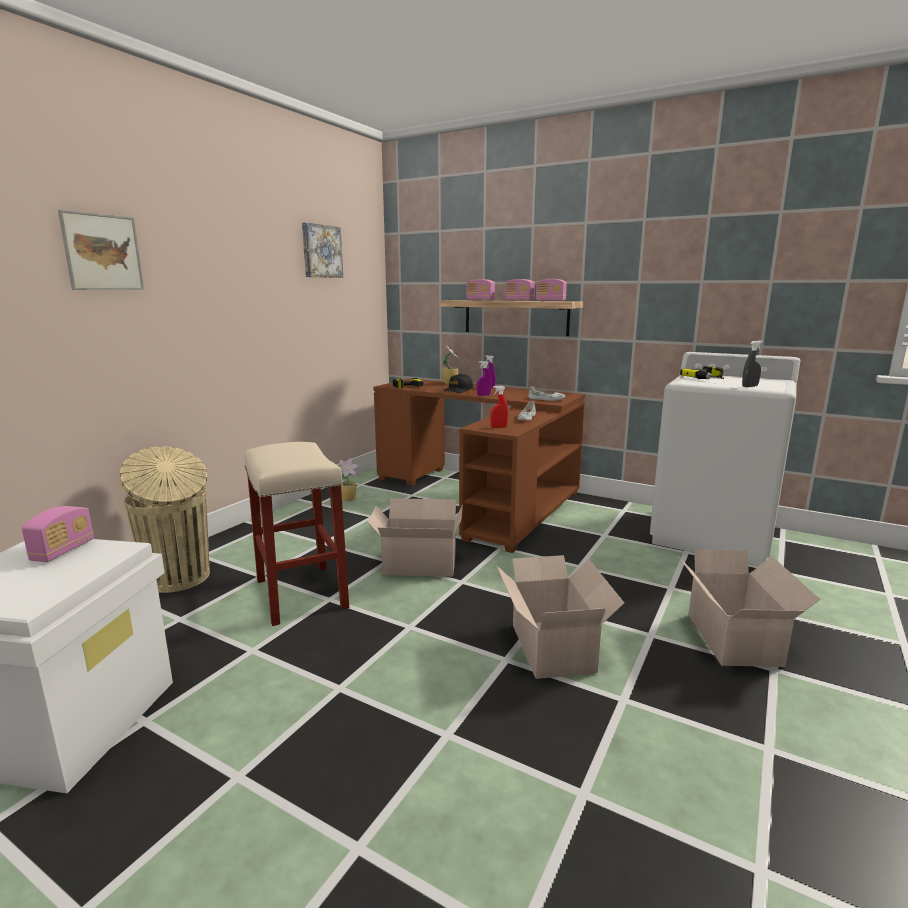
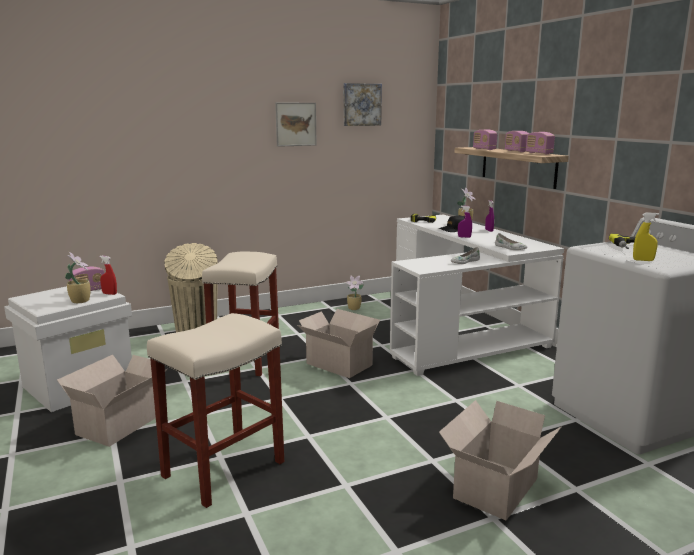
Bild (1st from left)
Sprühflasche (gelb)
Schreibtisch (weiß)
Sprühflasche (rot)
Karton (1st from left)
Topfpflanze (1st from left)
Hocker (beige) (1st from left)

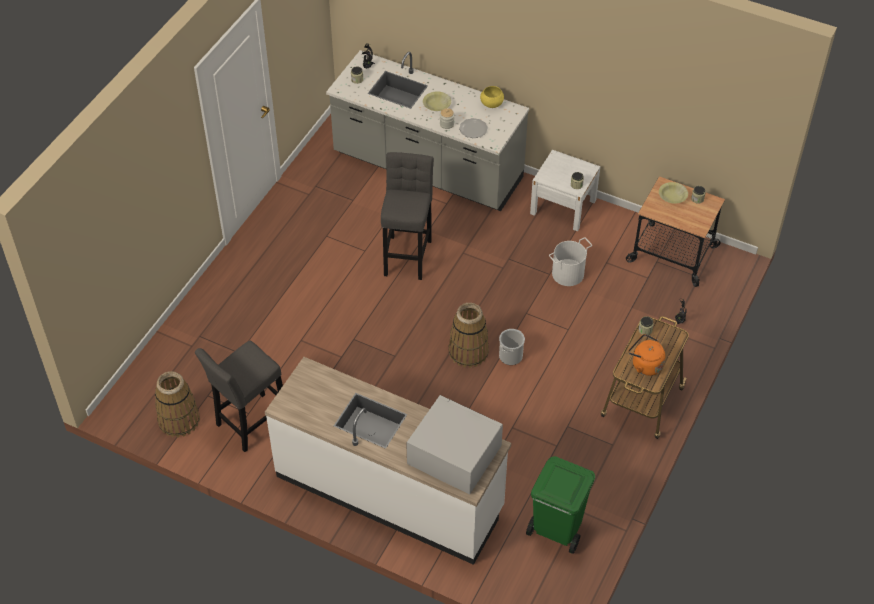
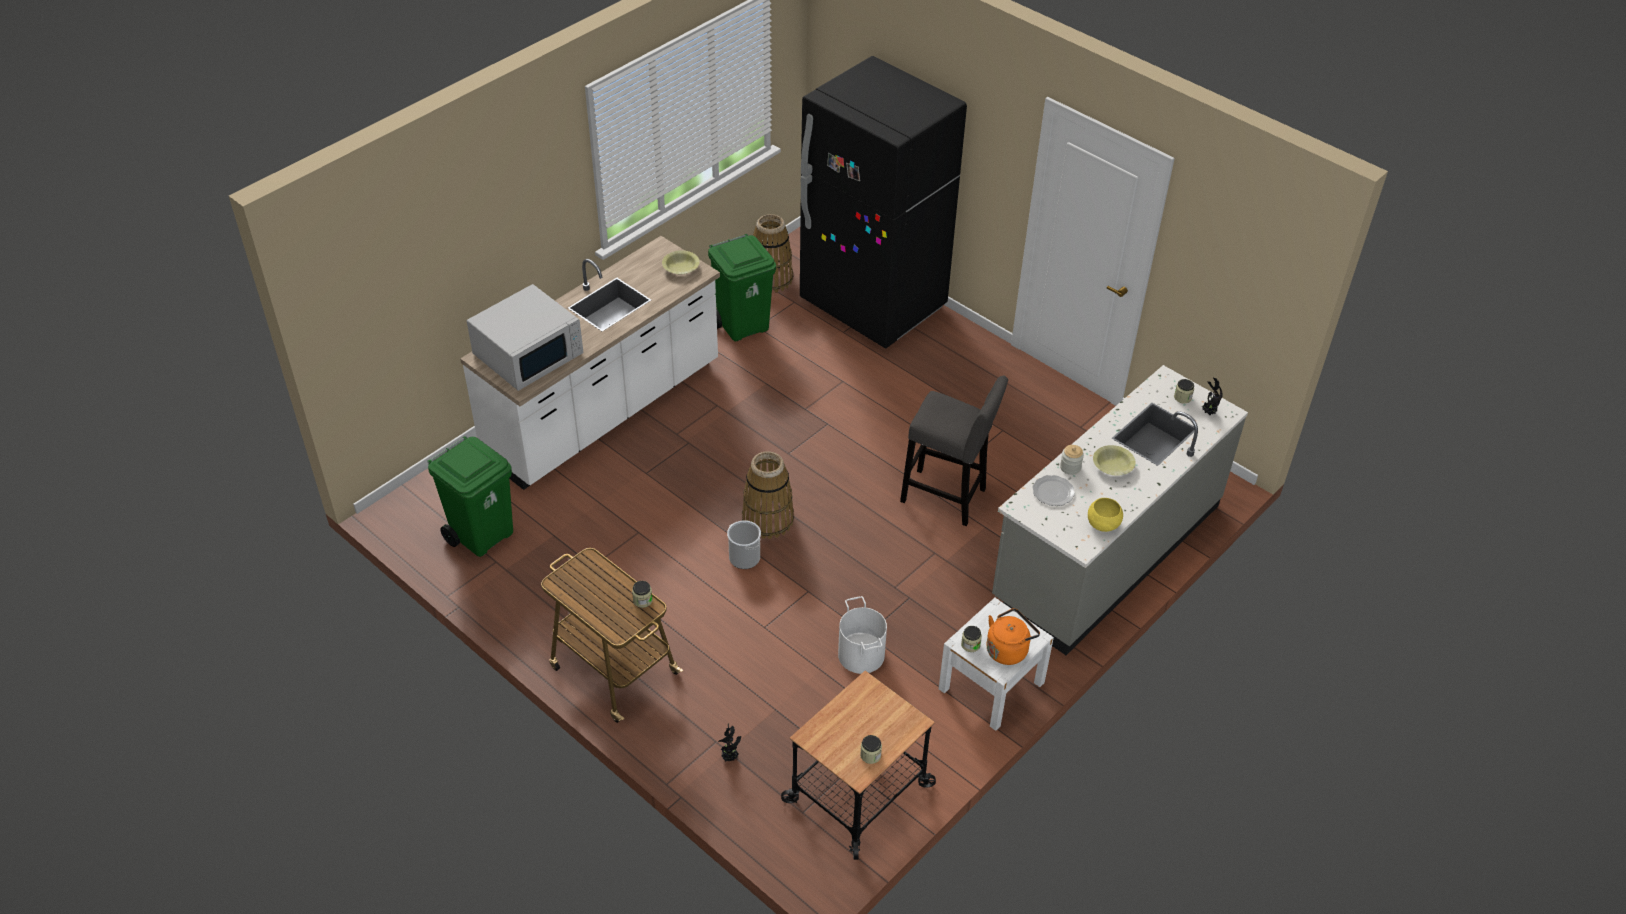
Schüssel (gelb) (1st from left)
Wasserkessel (orange)
Mülleimer (grün) (2nd from left)
Kühlschrank (schwarz)

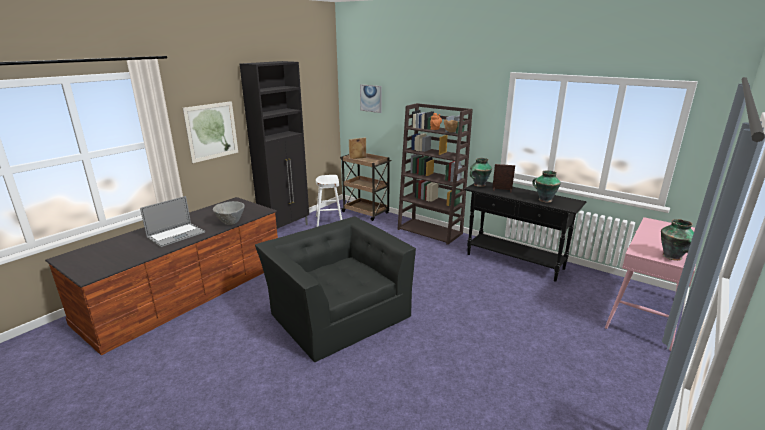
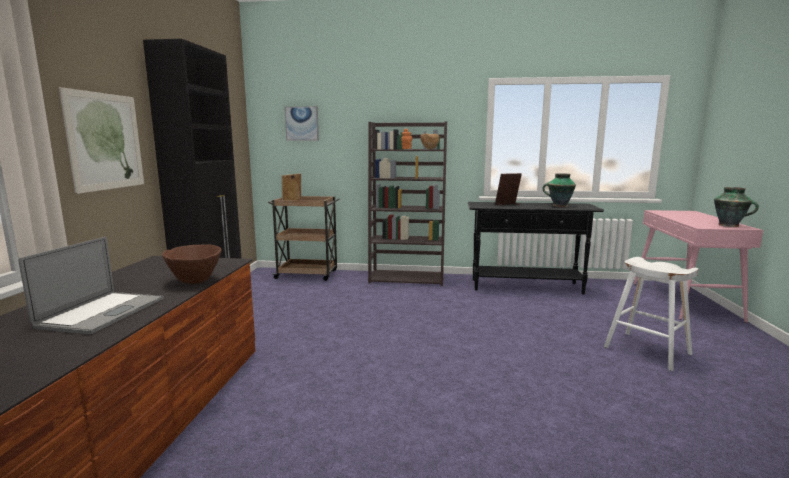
Vase (1st from left in the first image)
Hocker (weiß)
Schüssel (braun) (1st from left)
Sessel (schwarz)

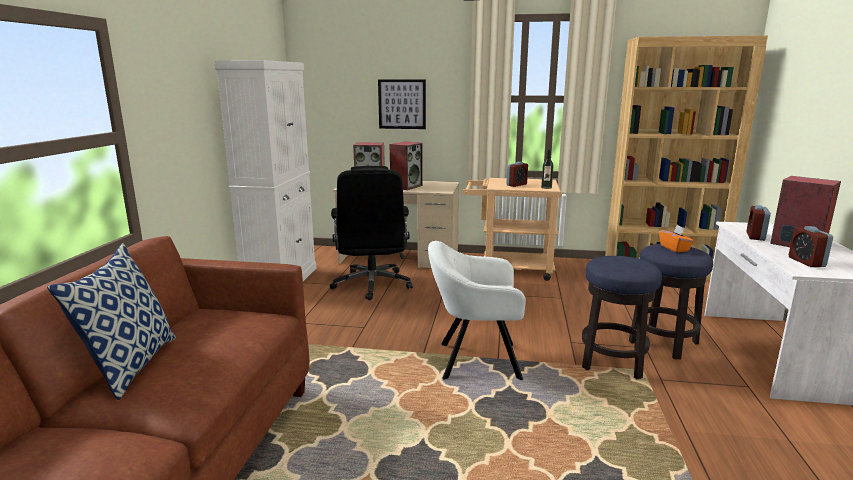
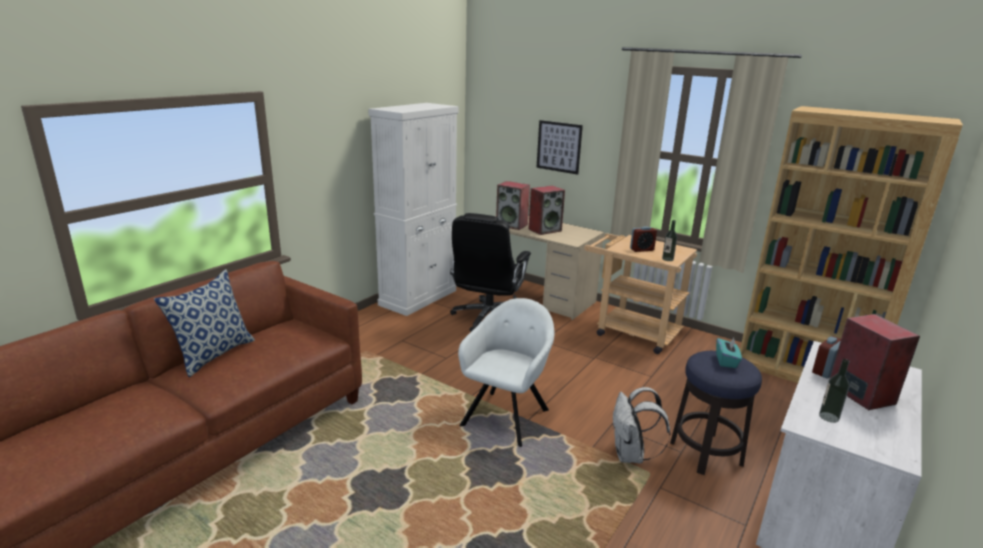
Taschentuchbox (türkis)
Flasche (2nd from left)
Sessel (weiß)
Rucksack (weiß)

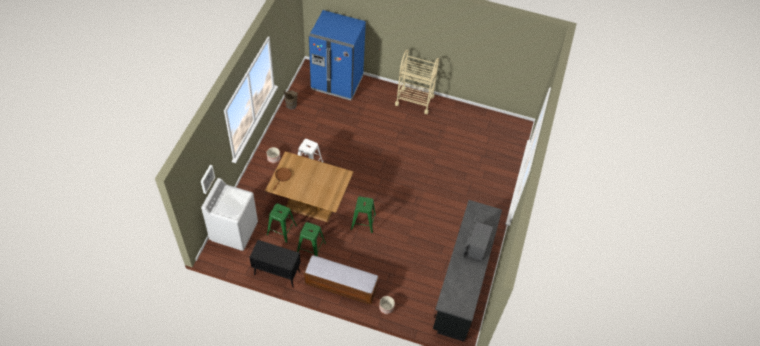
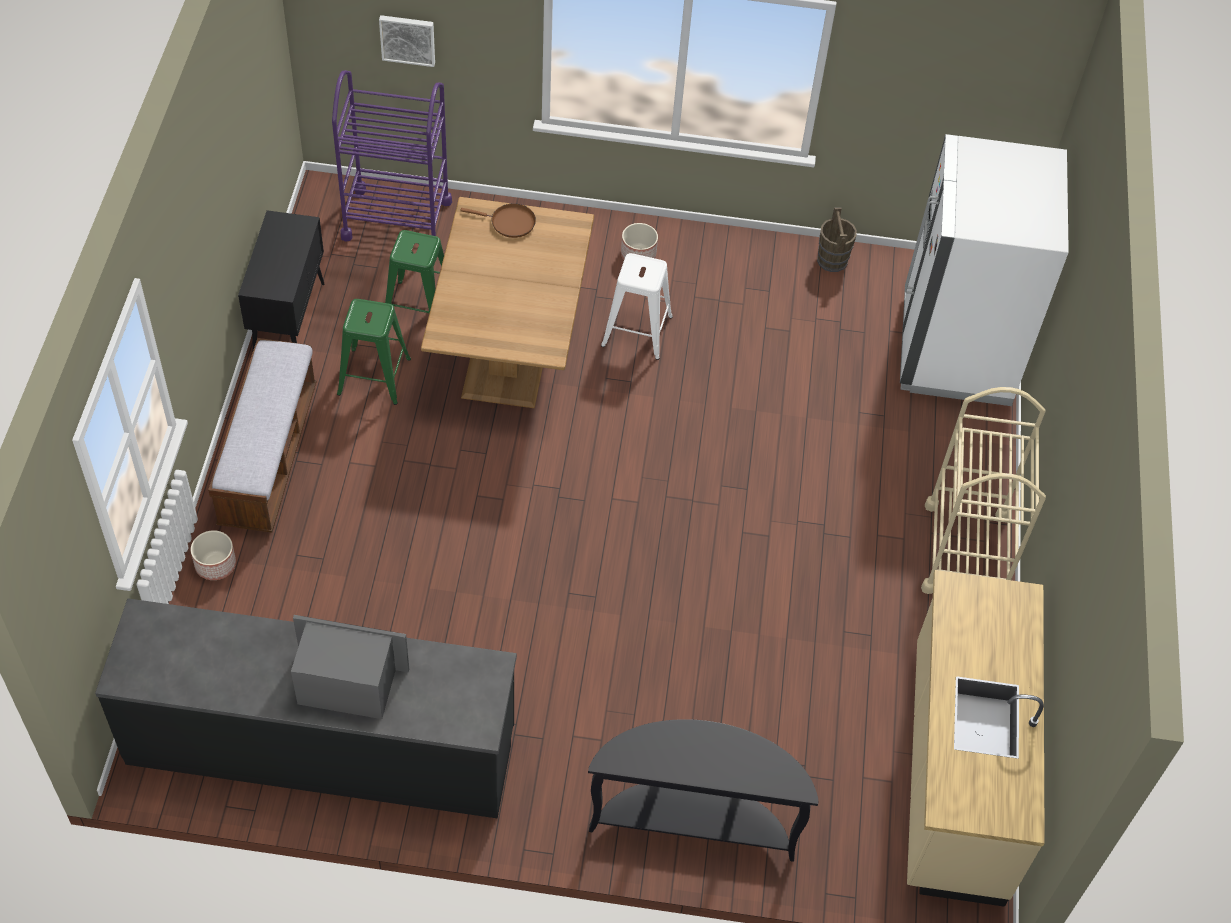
Kühlschrank (weiß)
Rollwagen (lila)
Hocker (grün) (3rd from left in the first image)
Küchenzeile (beige)
Konsolentisch (schwarz)

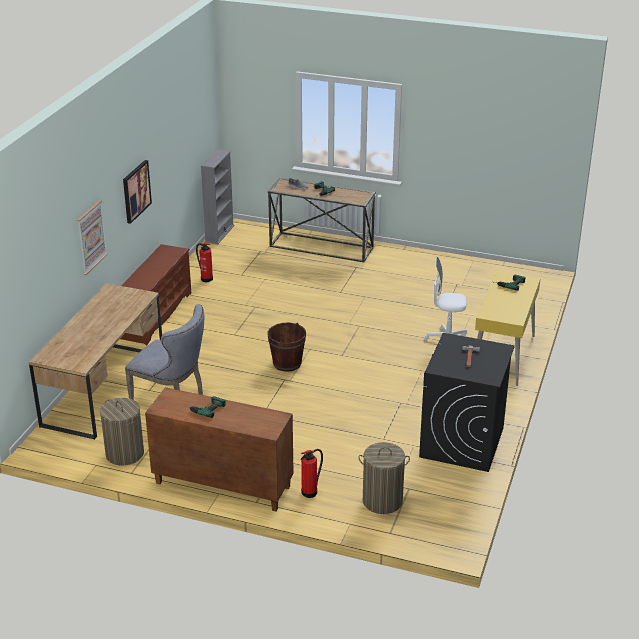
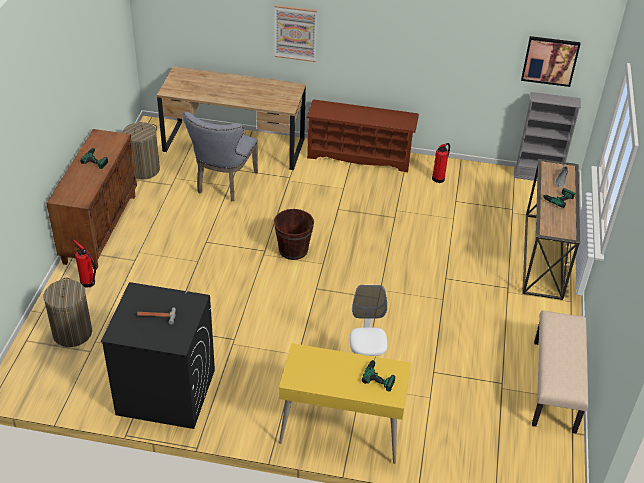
Bild (2nd from left)
Bank (beige)

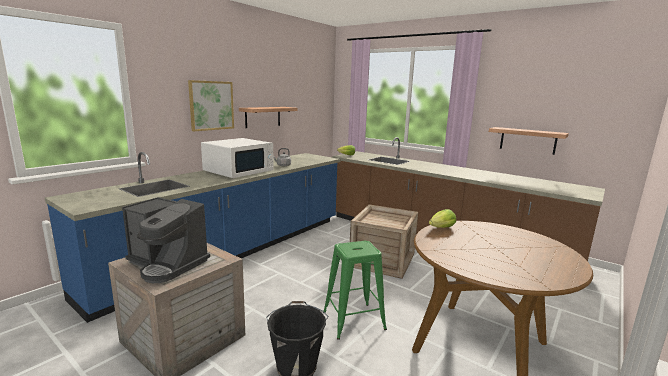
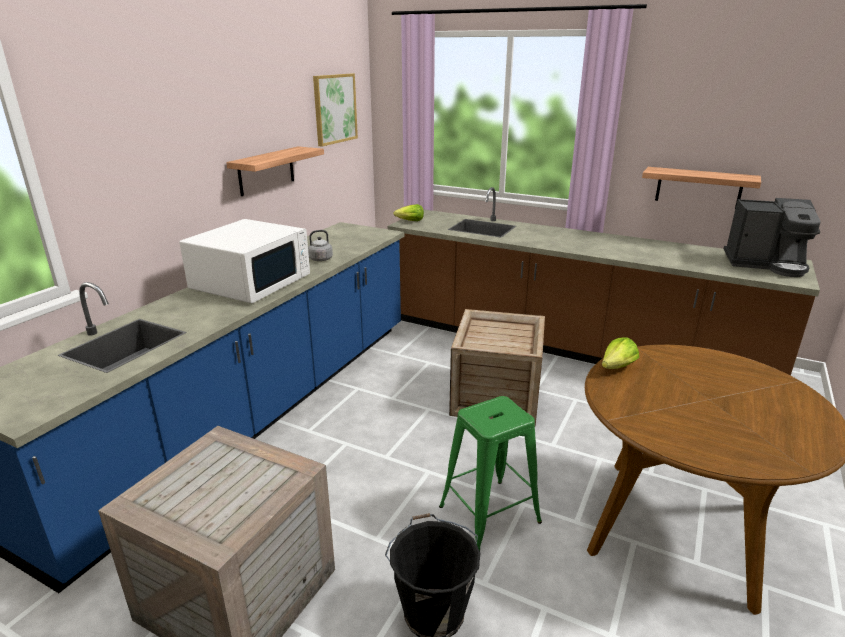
Bild
Kaffeemaschine

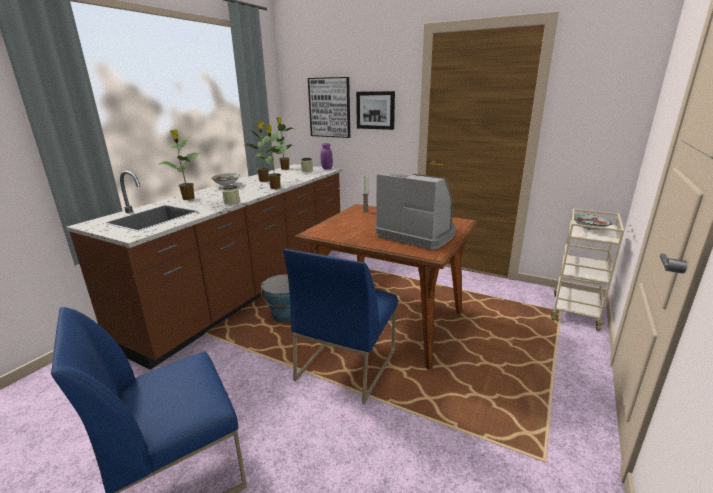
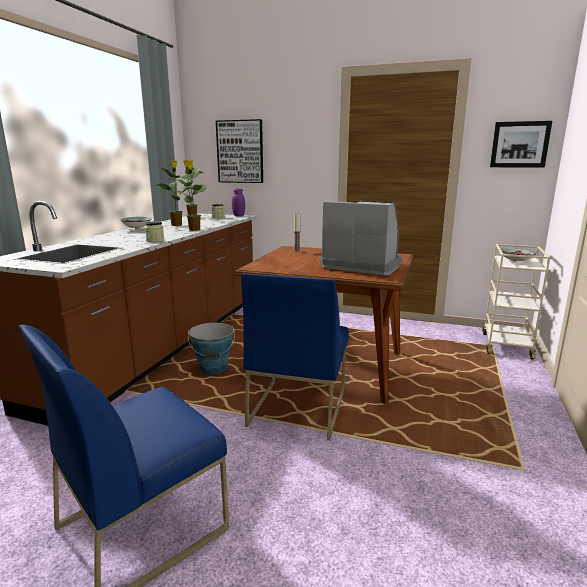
Bild (2nd from left)
Topfpflanze (1st from left in the first image)

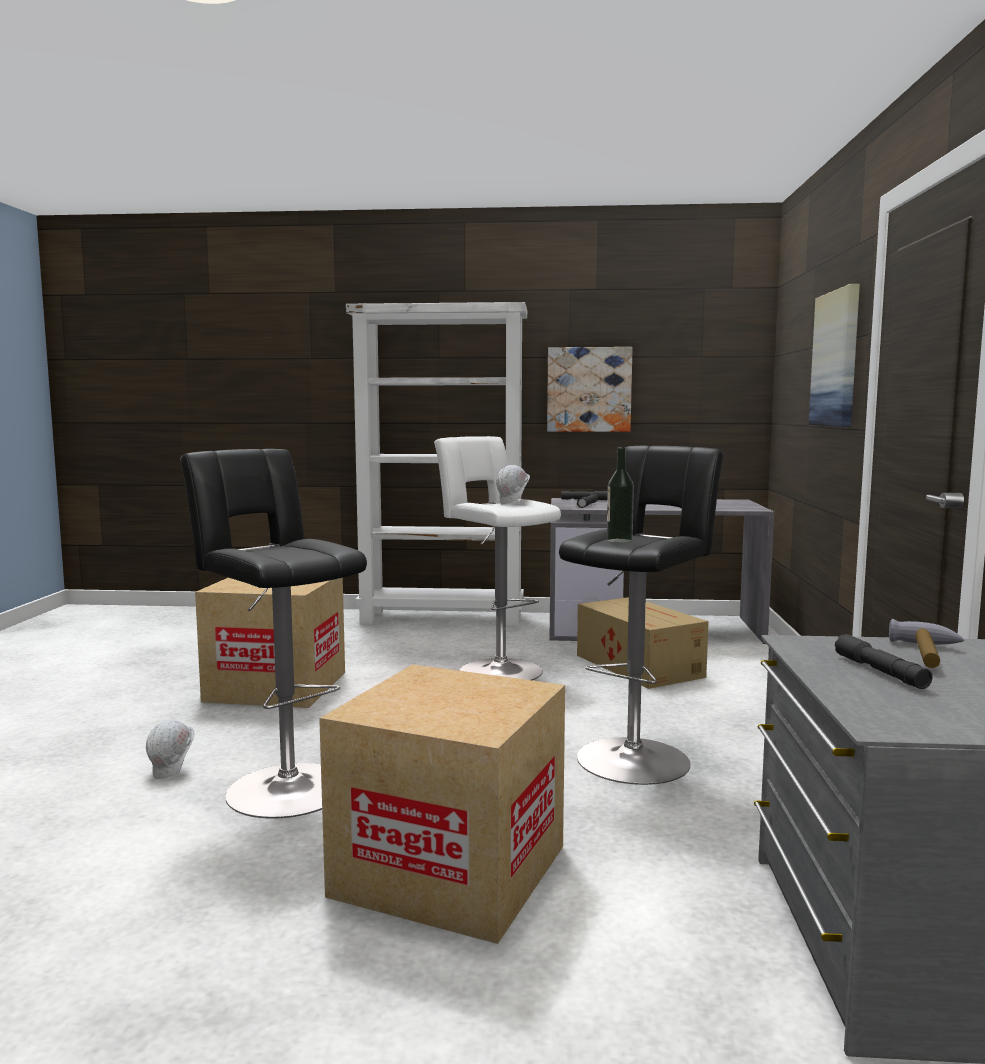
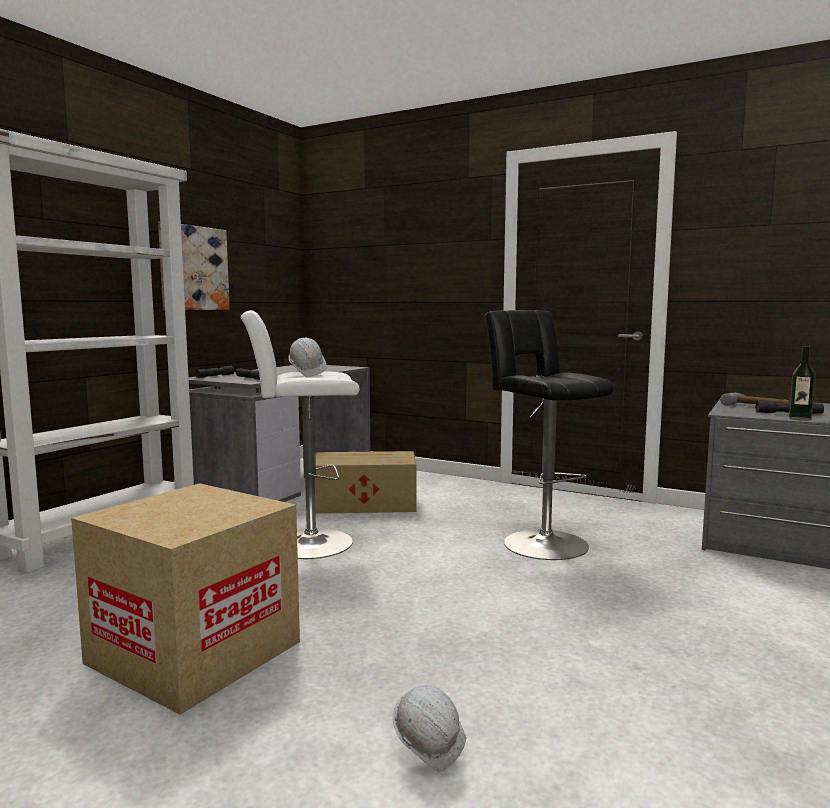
Bild (2nd from left in the first image)
Flasche
Hocker (schwarz) (1st from left in the first image)
Karton (2nd from left in the first image)

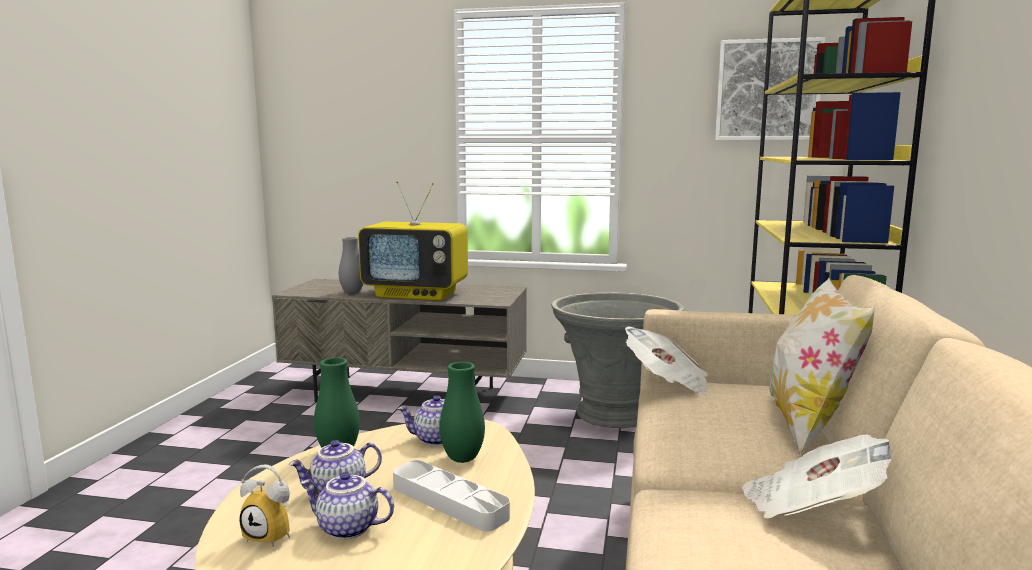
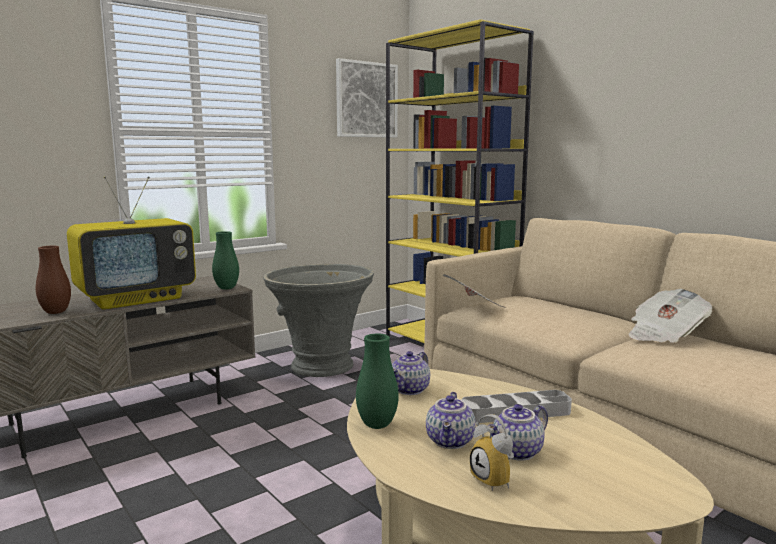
Vase (braun)
Kissen
Vase (grün) (1st from left)
Wecker

